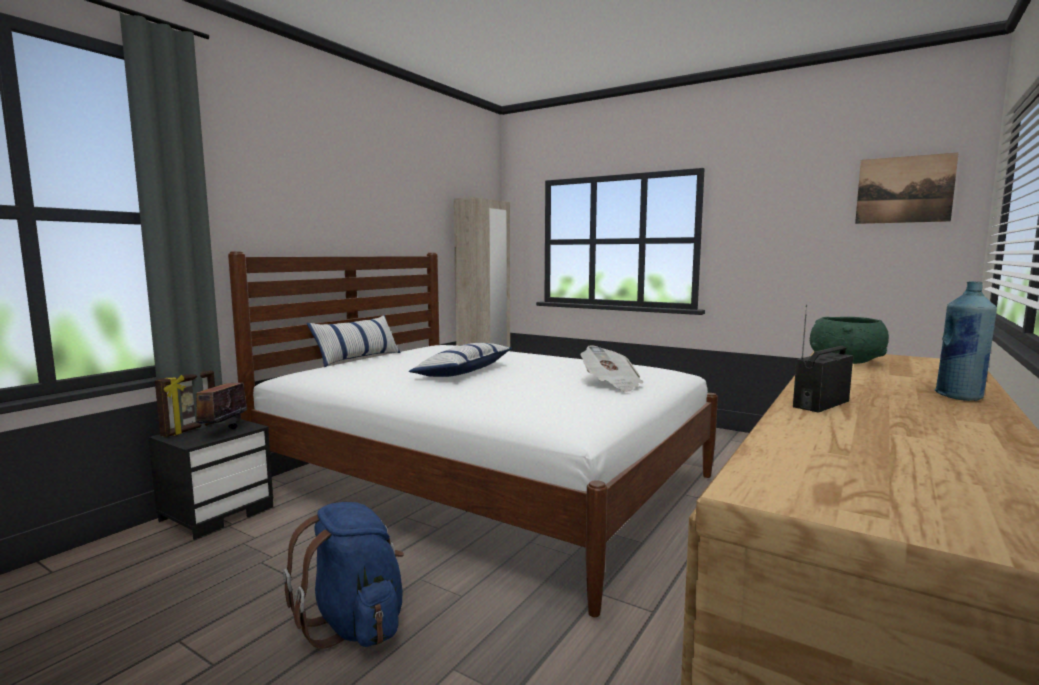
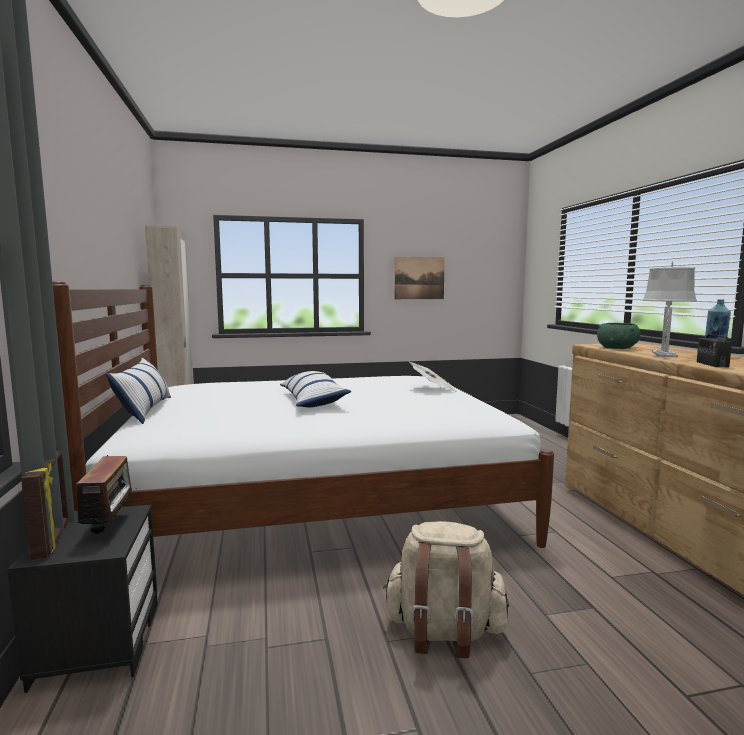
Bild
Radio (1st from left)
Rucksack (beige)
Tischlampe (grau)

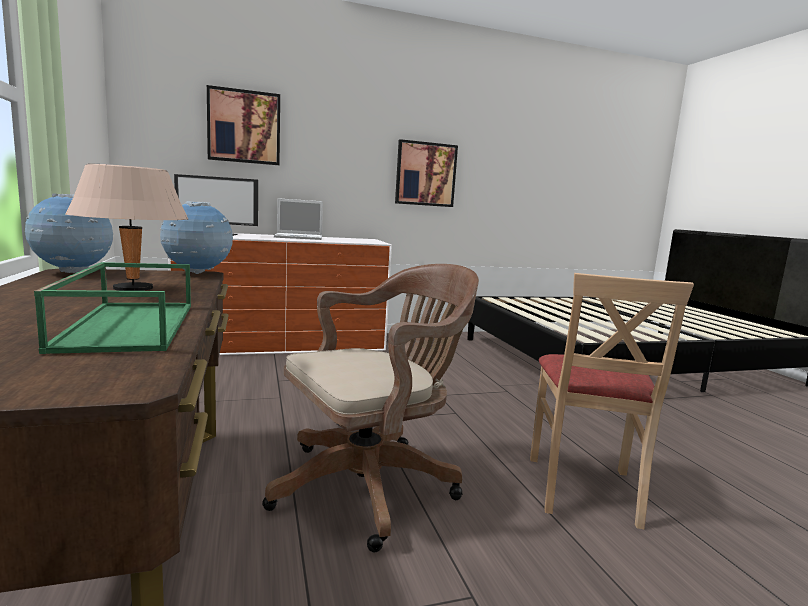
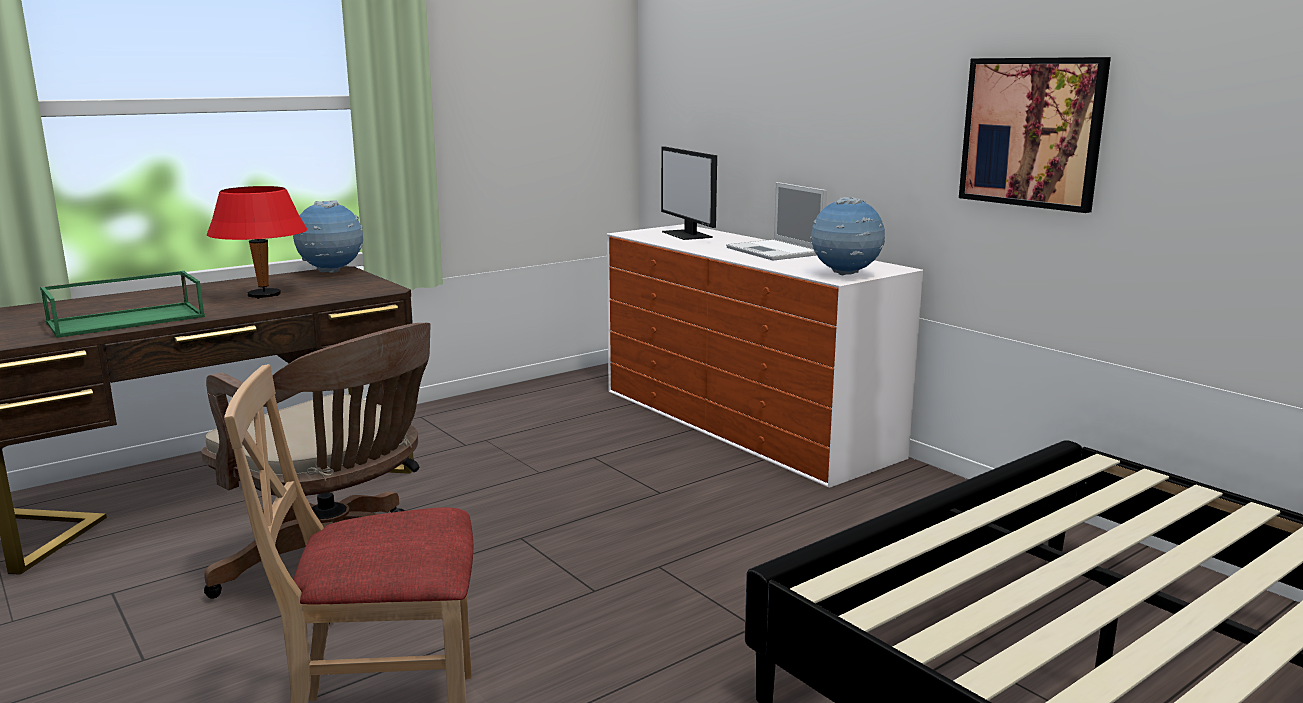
Bild (1st from left in the first image)
Tischlampe (rot)
Globus (2nd from left)

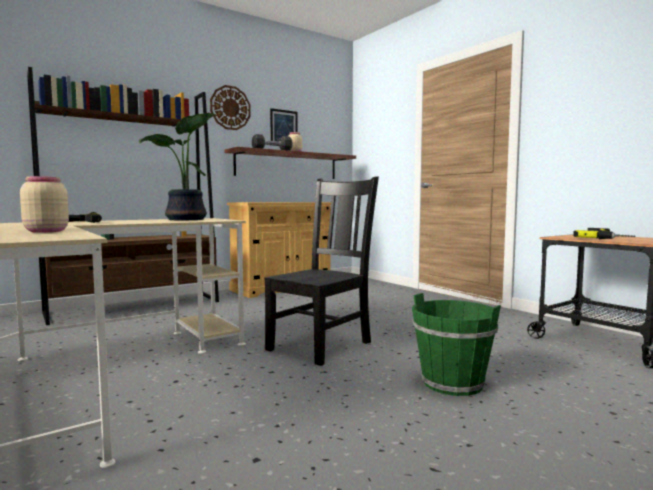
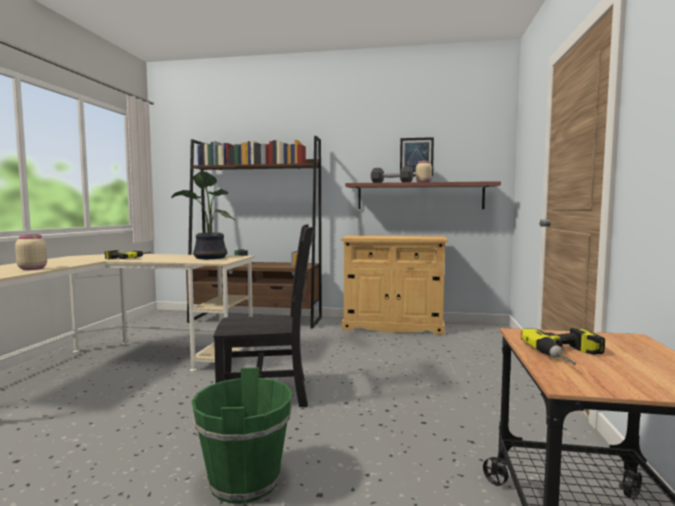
Wanduhr

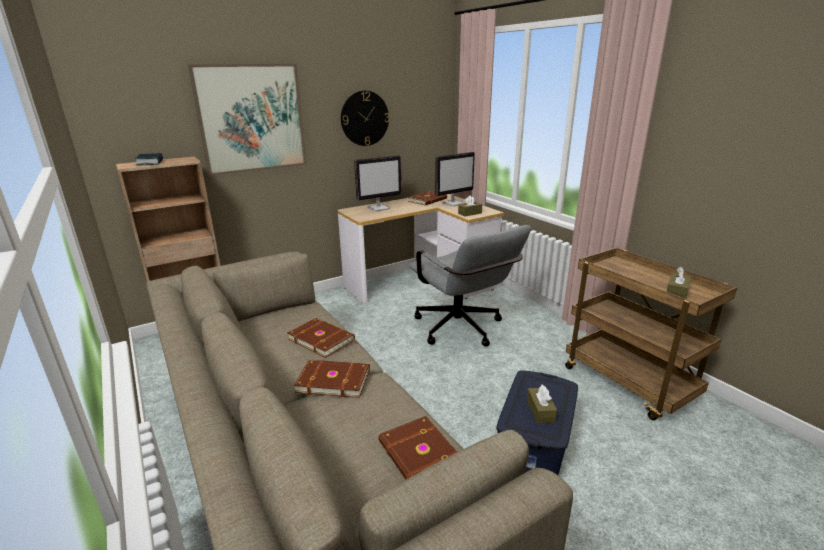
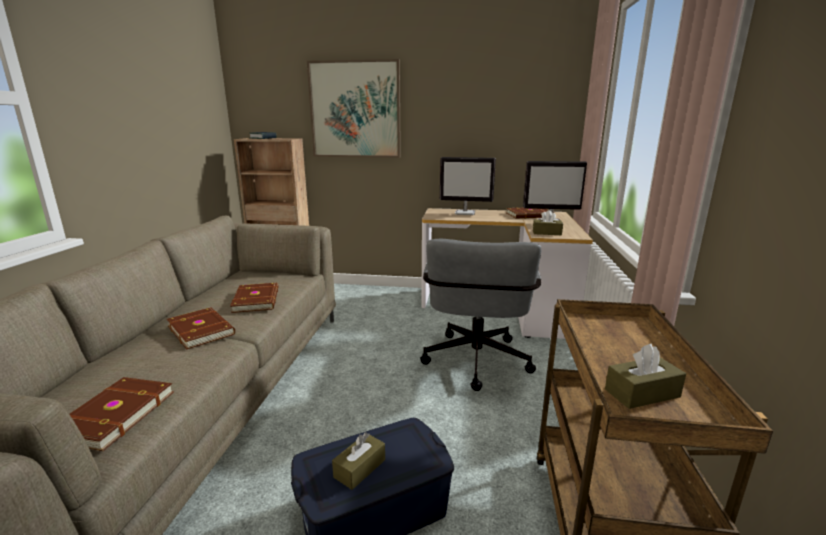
Wanduhr

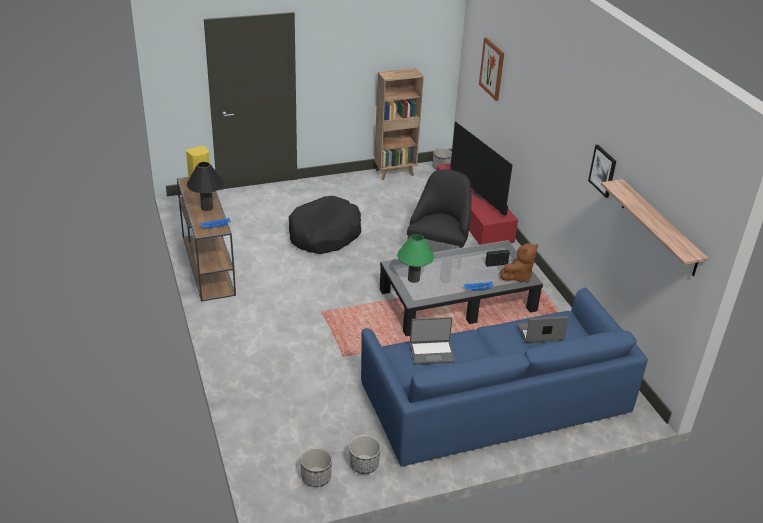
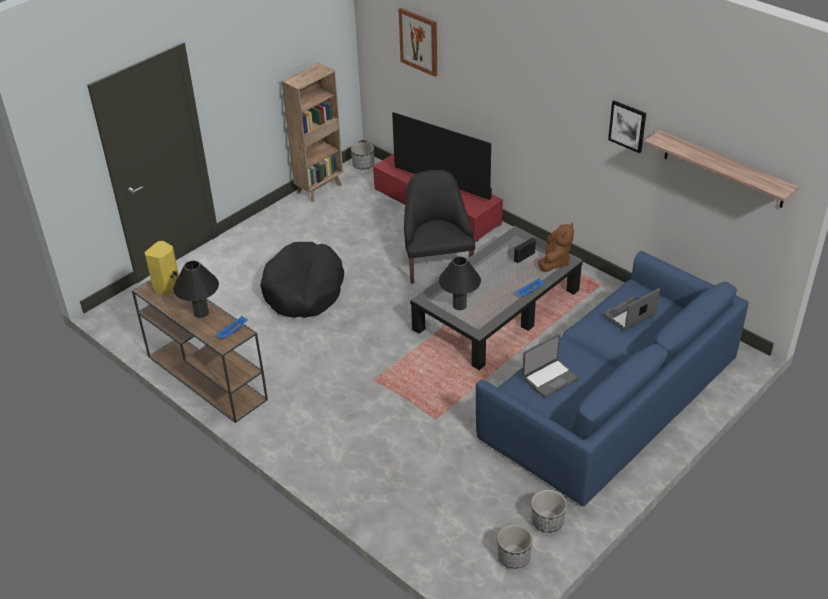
Tischlampe (schwarz) (2nd from left)

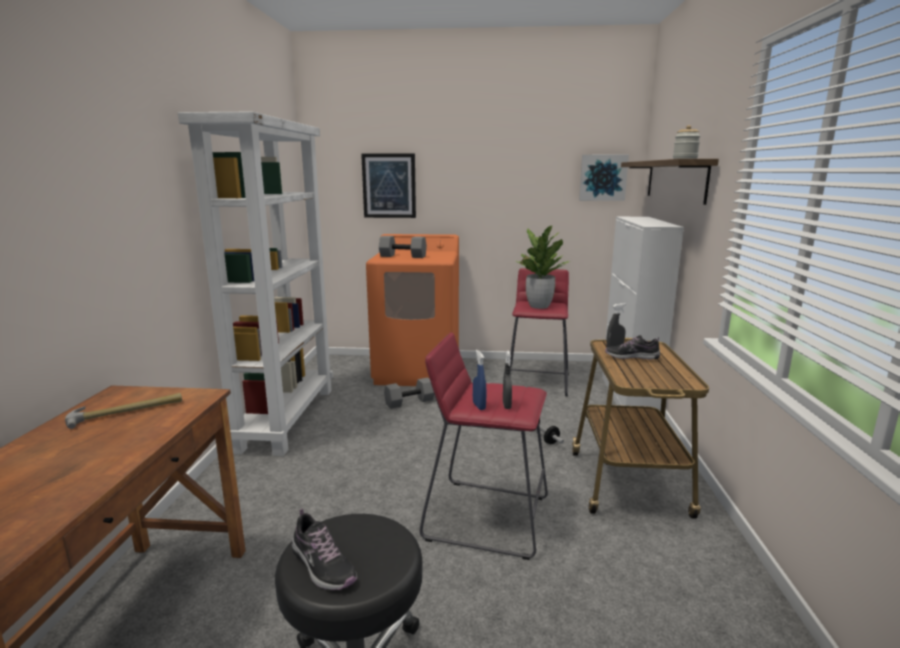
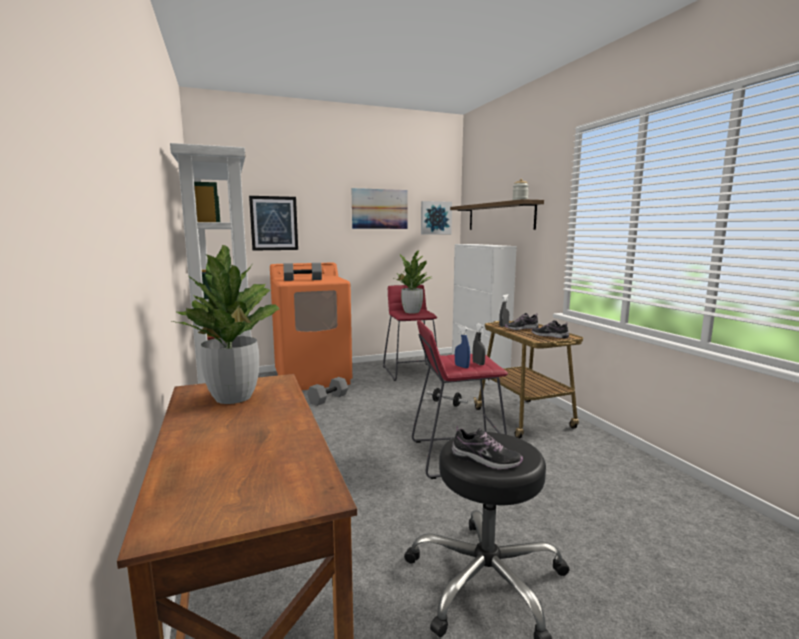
Topfpflanze (1st from left)
Bild (2nd from left)
Schuh (3rd from left)

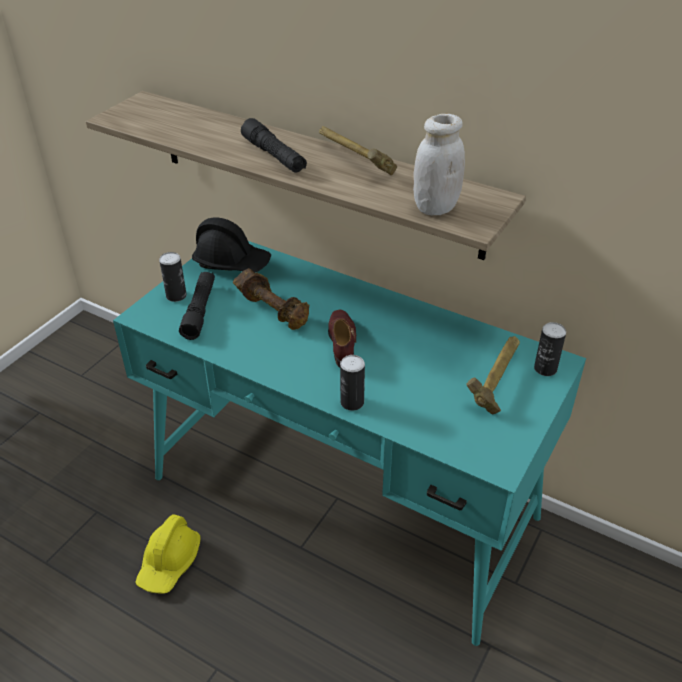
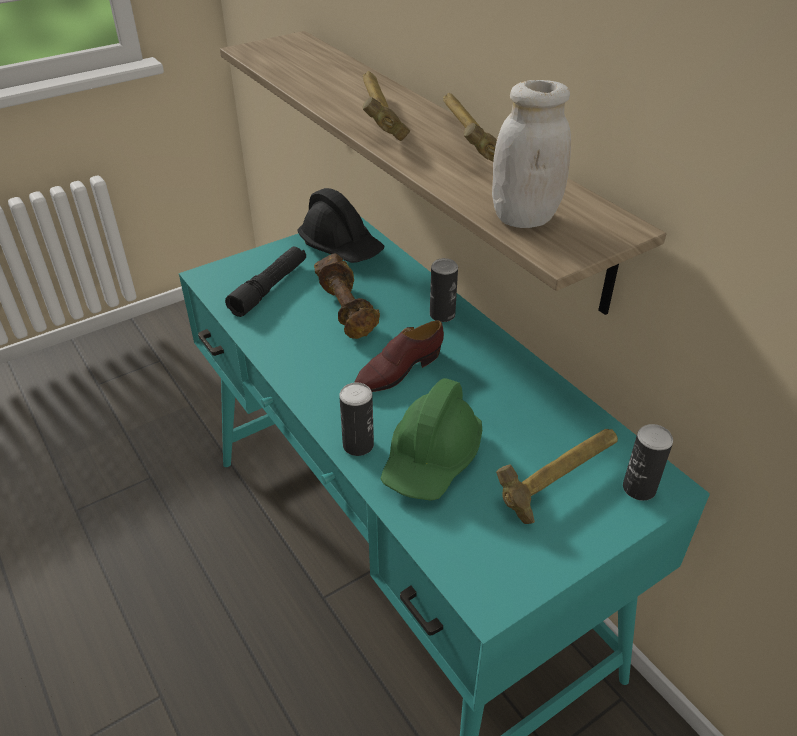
Hammer (1st from left)
Dose (2nd from left)
Schuh (braun)
Schutzhelm (gelb)
Schutzhelm (grün)

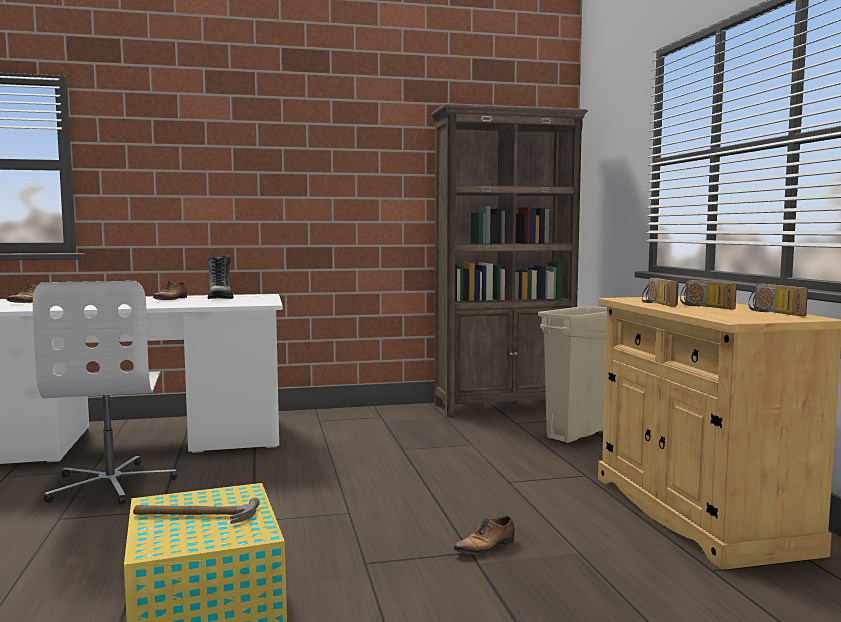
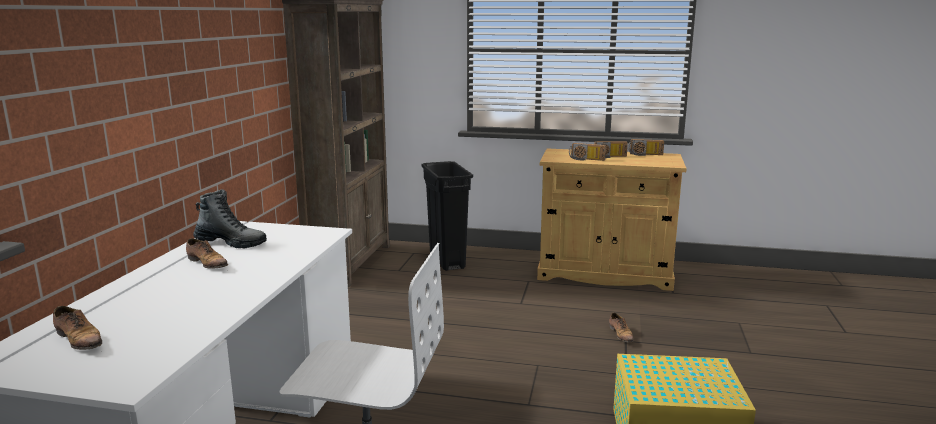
Mülleimer (schwarz)
Hammer

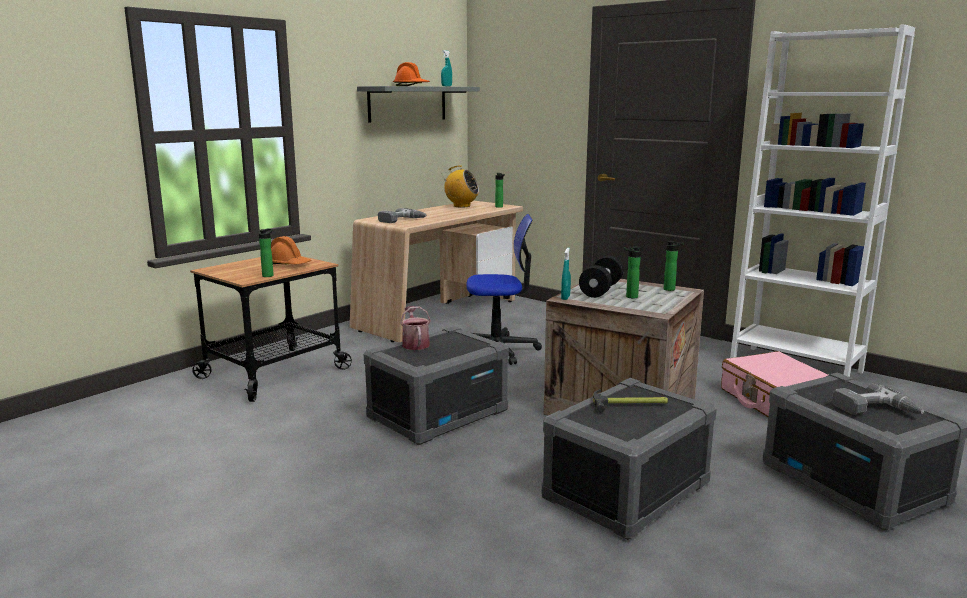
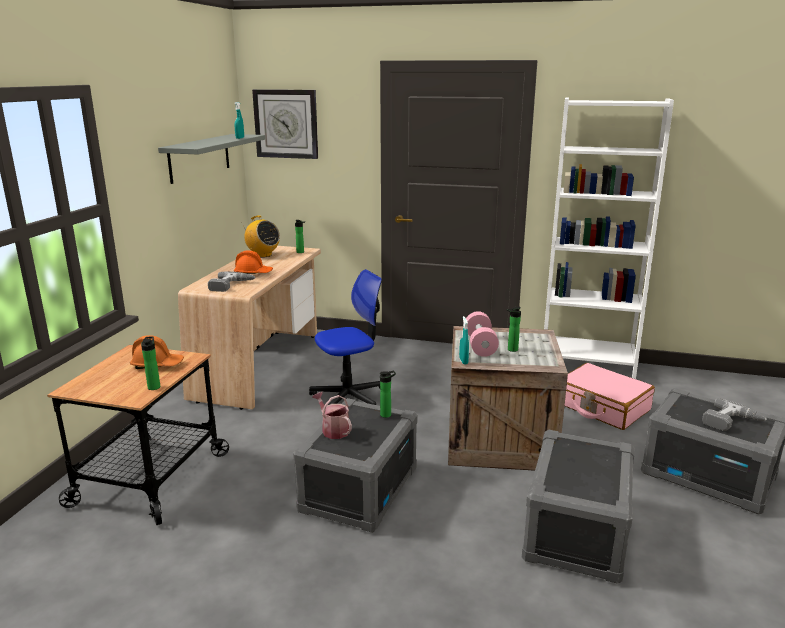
Schutzhelm (orange) (2nd from left)
Radio
Flasche (3rd from left)
Hantel (rosa)
Hammer
Wanduhr

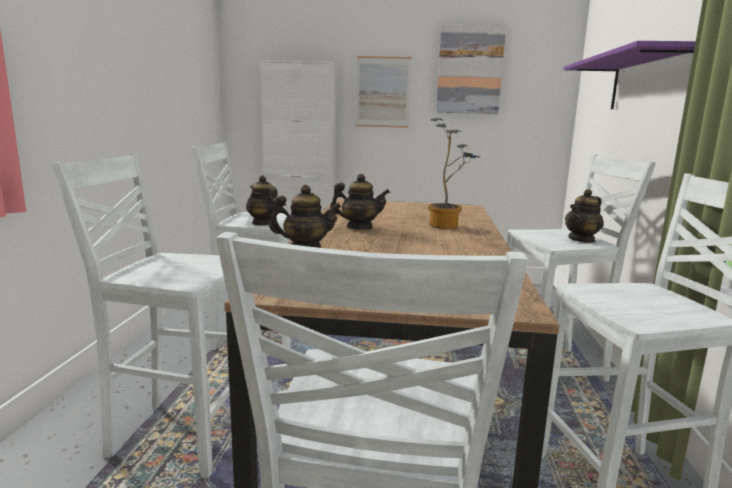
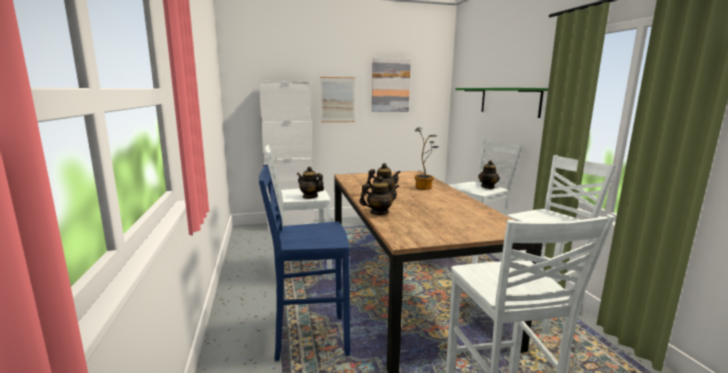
Wandregal (grün)
Hocker (blau)

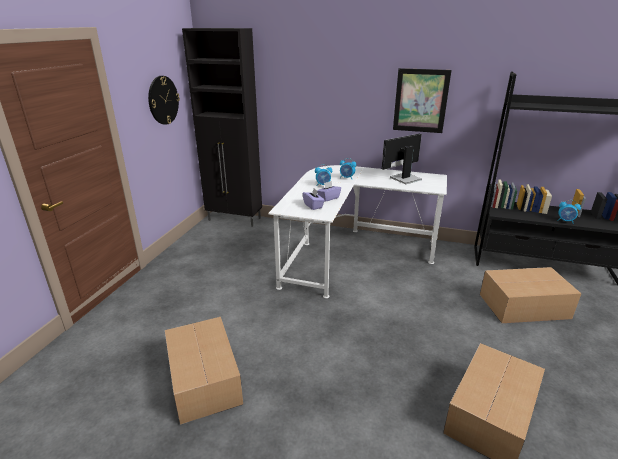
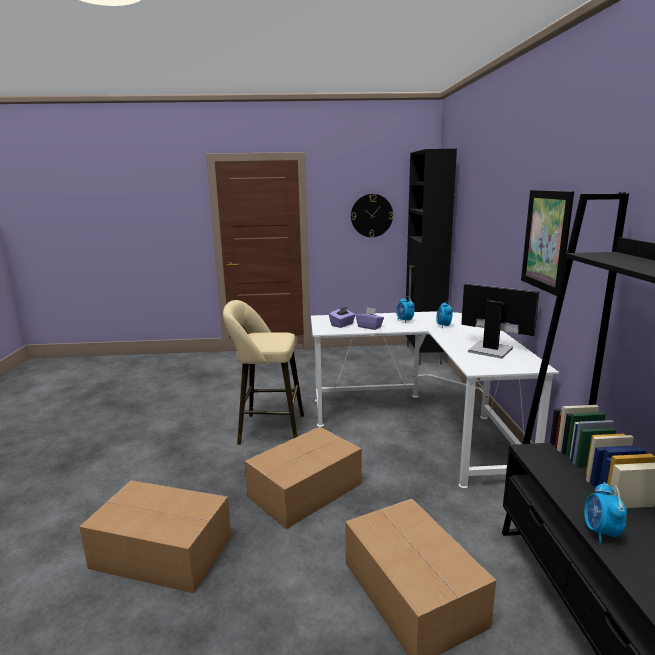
Karton (2nd from left)
Hocker (beige)

